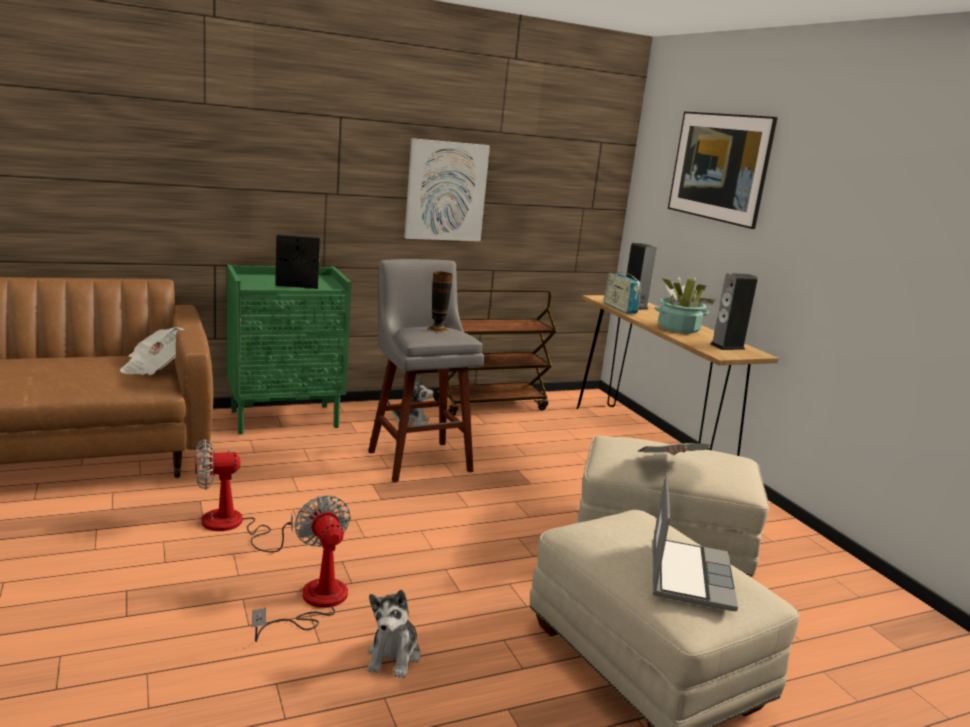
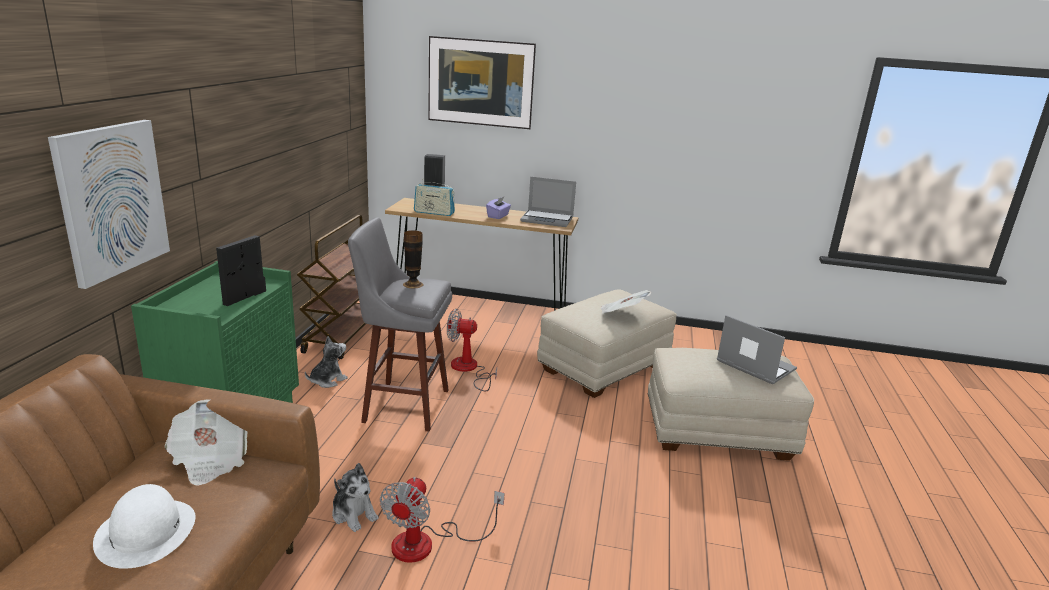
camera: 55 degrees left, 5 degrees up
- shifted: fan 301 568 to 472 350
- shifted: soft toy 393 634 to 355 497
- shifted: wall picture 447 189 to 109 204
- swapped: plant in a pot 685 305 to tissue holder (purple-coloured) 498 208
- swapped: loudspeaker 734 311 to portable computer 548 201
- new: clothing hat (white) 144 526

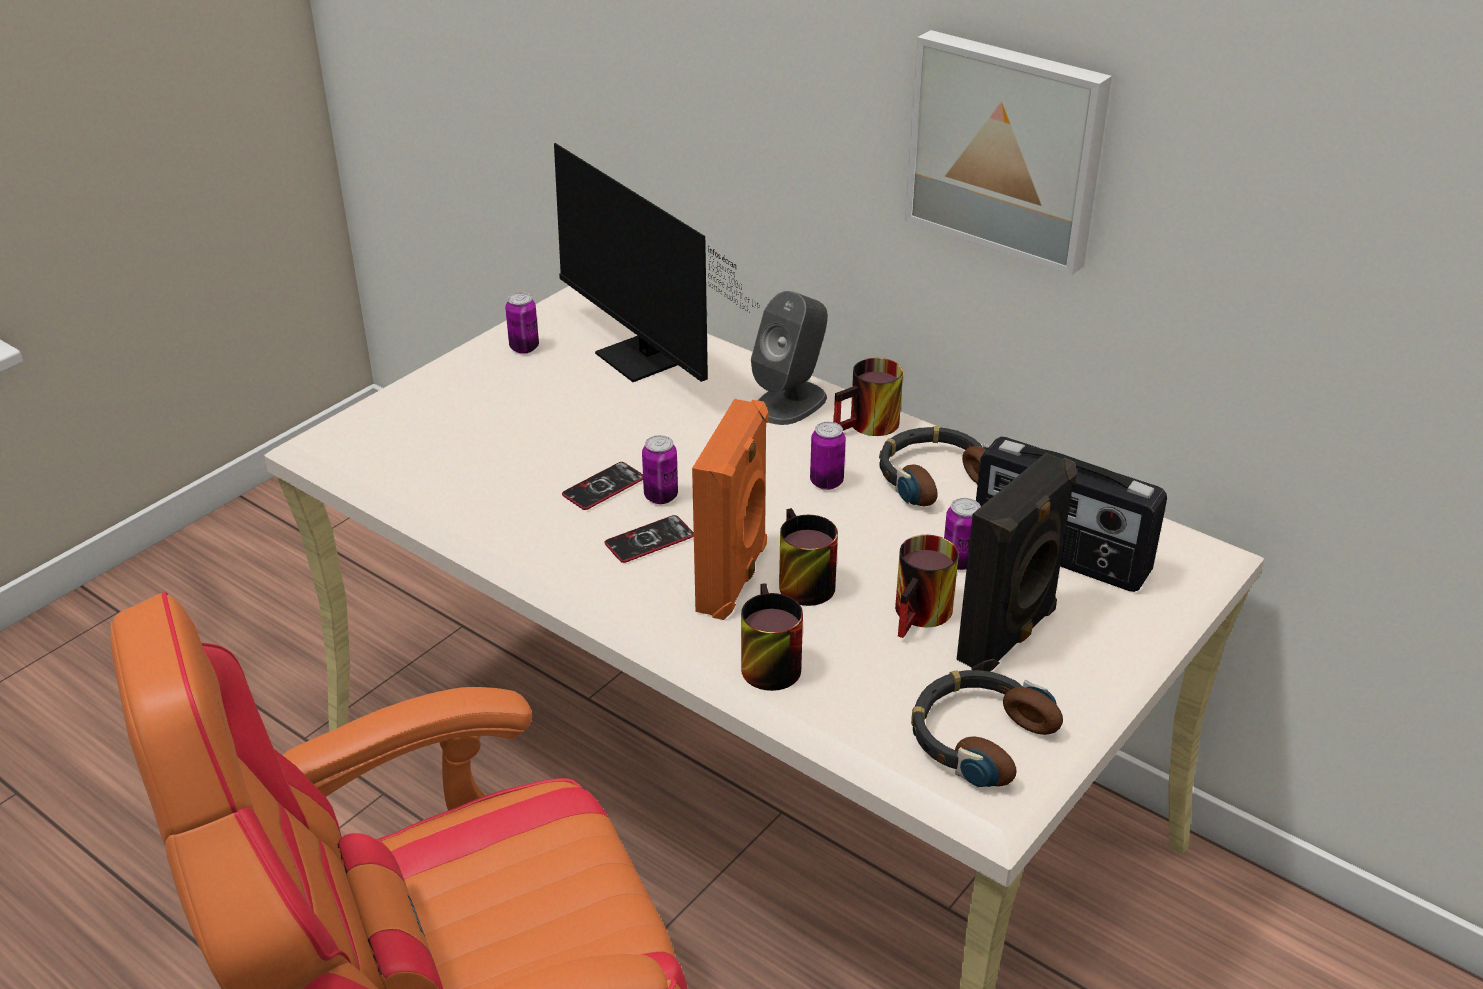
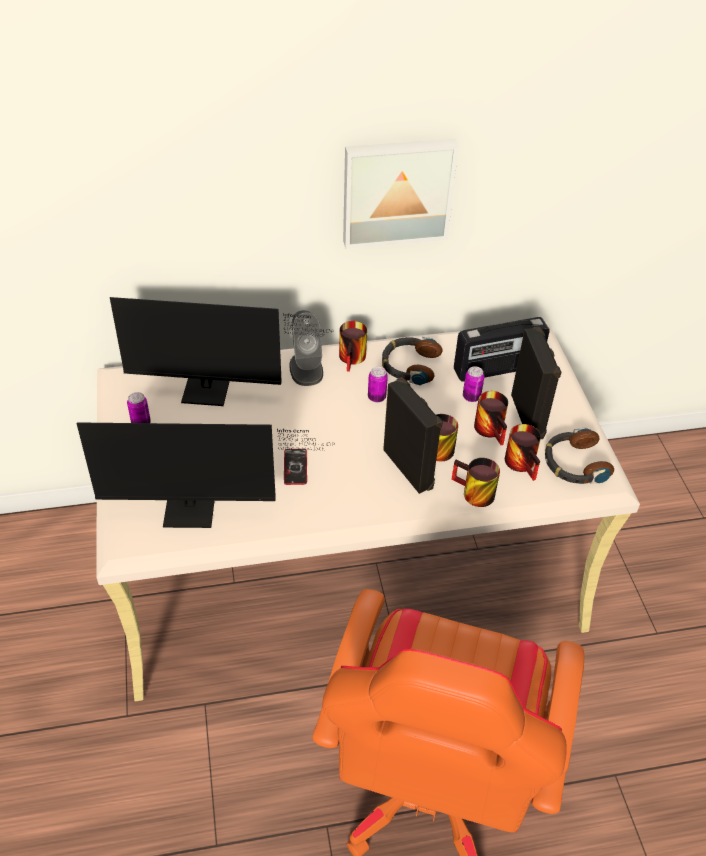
camera: 50 degrees left, 10 degrees up
- gone: phone 649 539
- gone: sealed can 660 469
- repainted: loudspeaker (orange-coloured) 730 509 to loudspeaker (black) 413 435
- new: computer display 205 475
- new: coffee mug 523 452

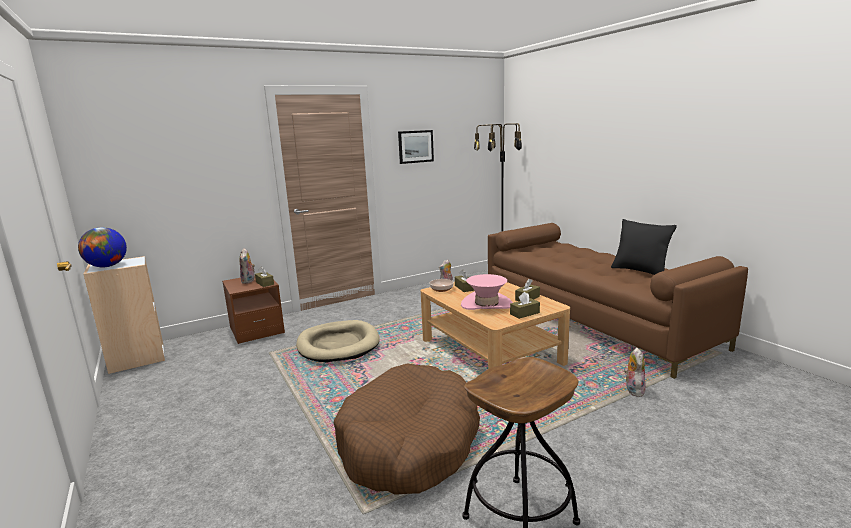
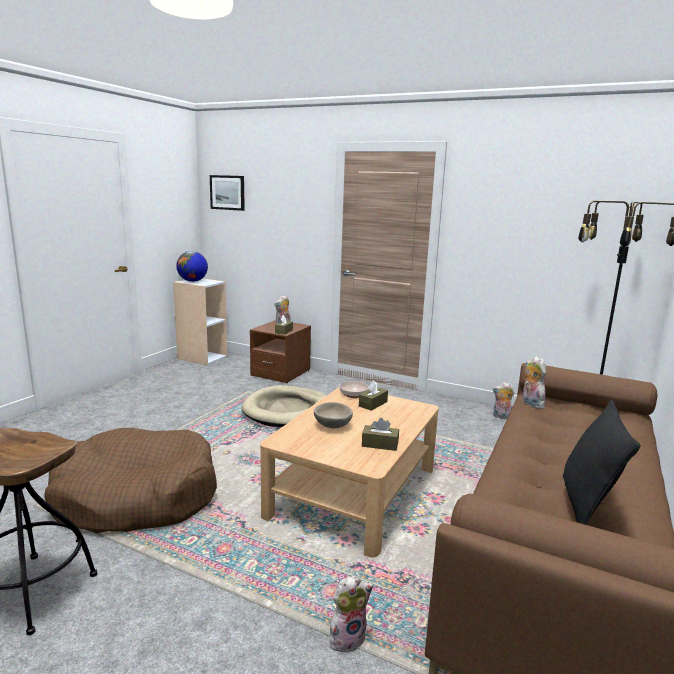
camera: 55 degrees right, 0 degrees up
- shifted: wall picture 416 147 to 227 193
- swapped: clothing hat (pink-coloured) 487 292 to bowl (beige) 333 415
- gone: tissue holder (brown-coloured) 525 305
- new: soft toy 534 382

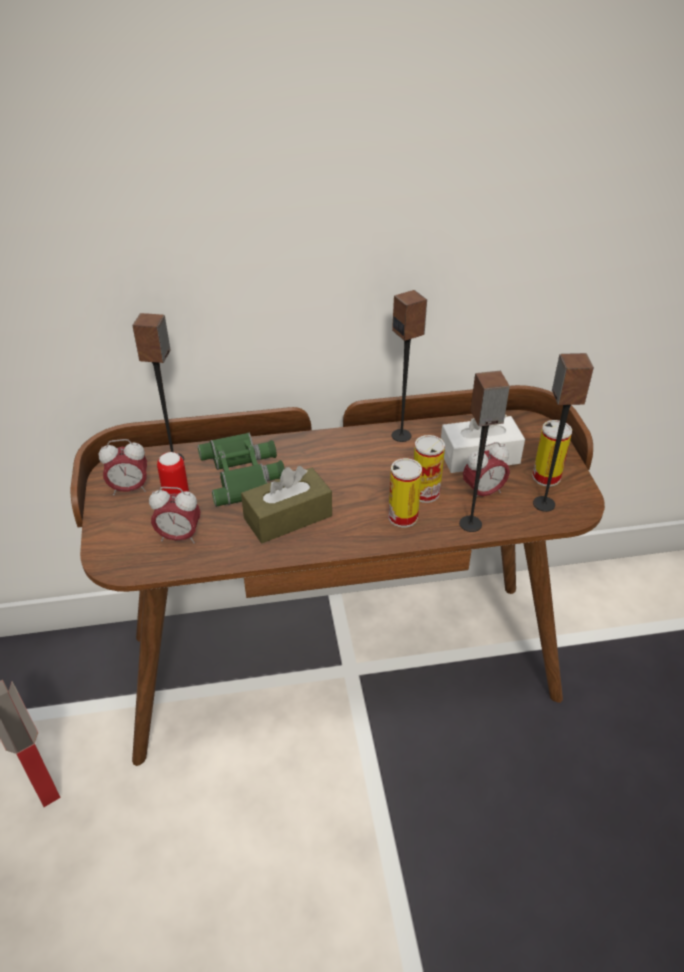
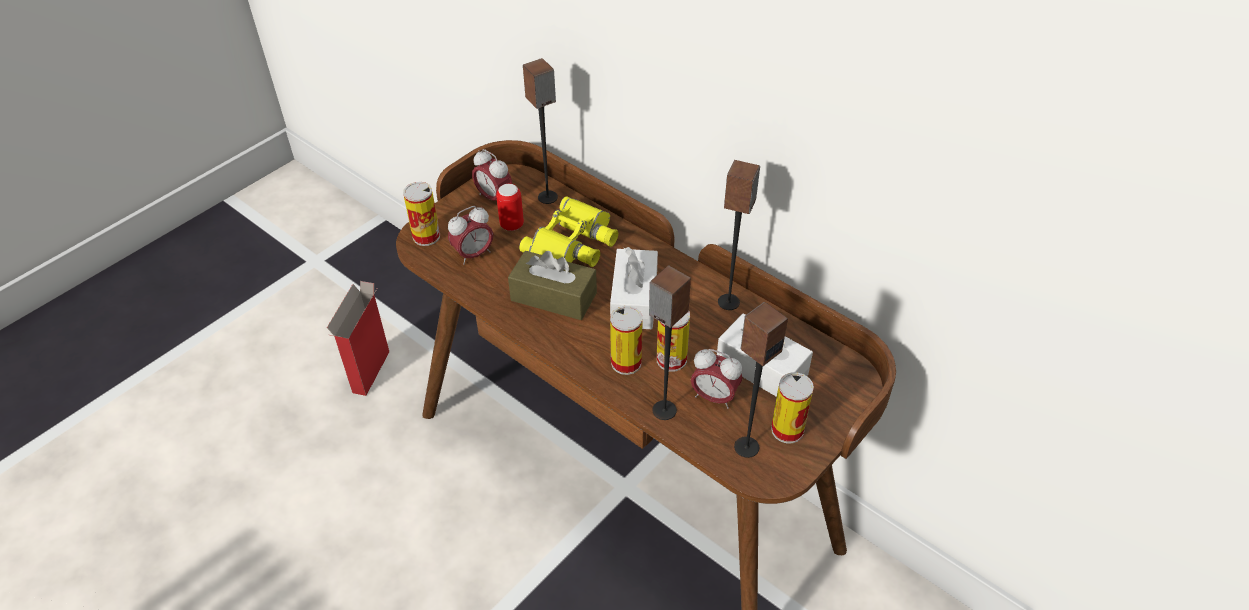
camera: 50 degrees right, 5 degrees up
- rotated: alarm clock 175 515 = 471 235 90 degrees counterclockwise
- repainted: field glasses (green) 241 470 to field glasses (yellow) 568 231
- new: sealed can 421 214
- new: tissue holder (white) 634 288

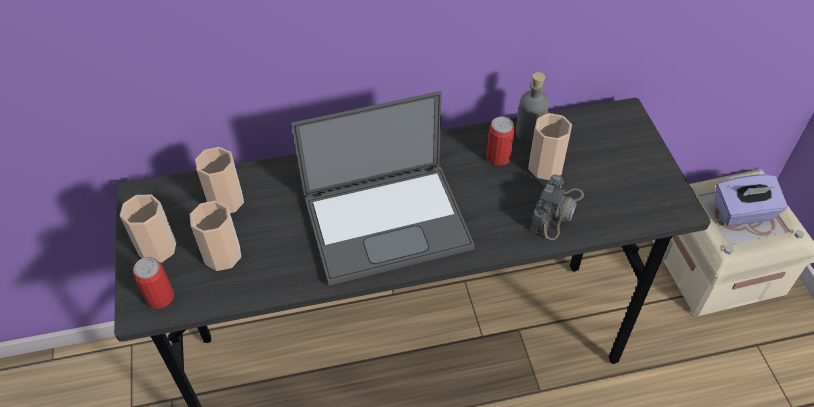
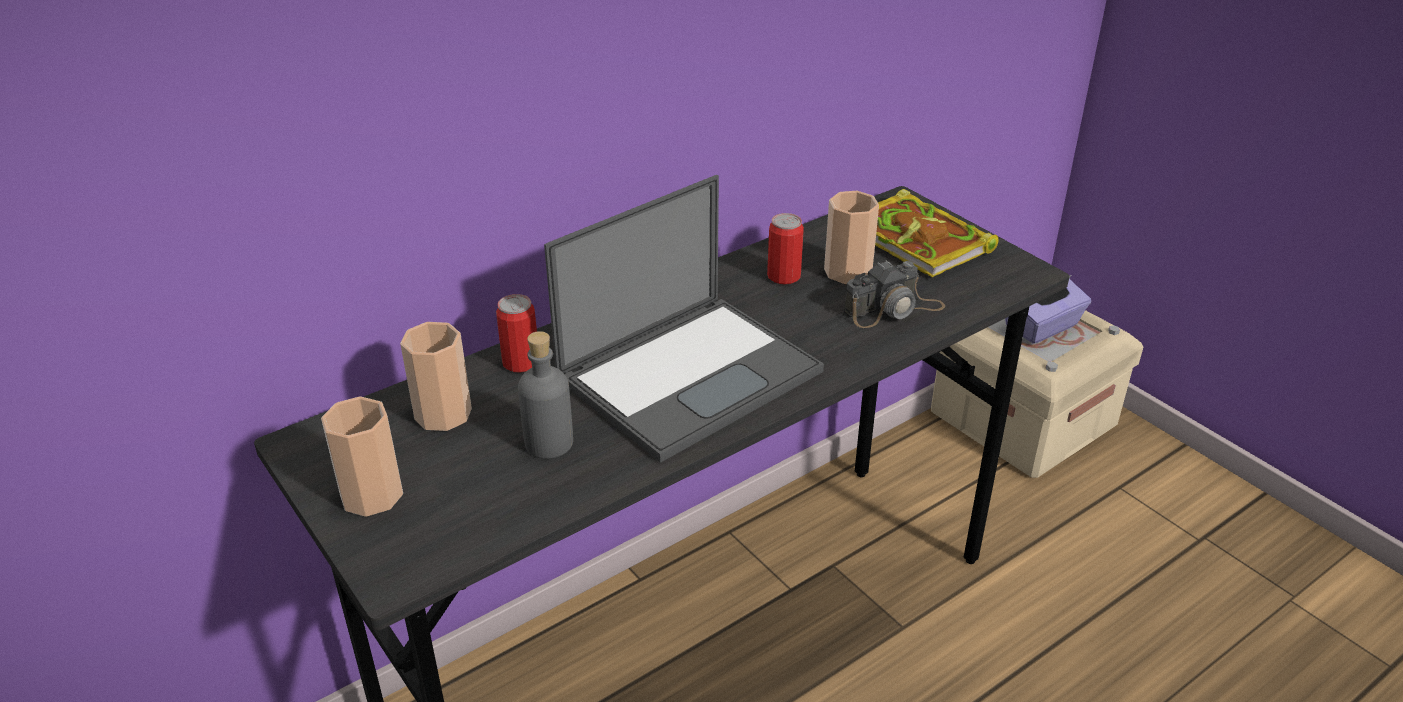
camera: 25 degrees left, 15 degrees down
- shifted: sealed can 153 283 to 516 333
- gone: cup 215 236
- shifted: beverage bottle (greyish) 533 107 to 545 395
- rotated: photo camera 557 207 = 894 294 60 degrees clockwise
- new: volume 937 233

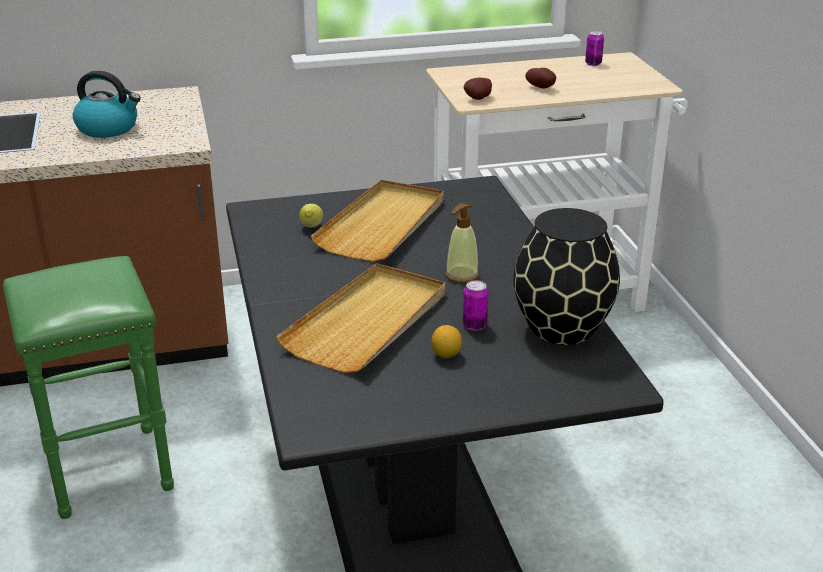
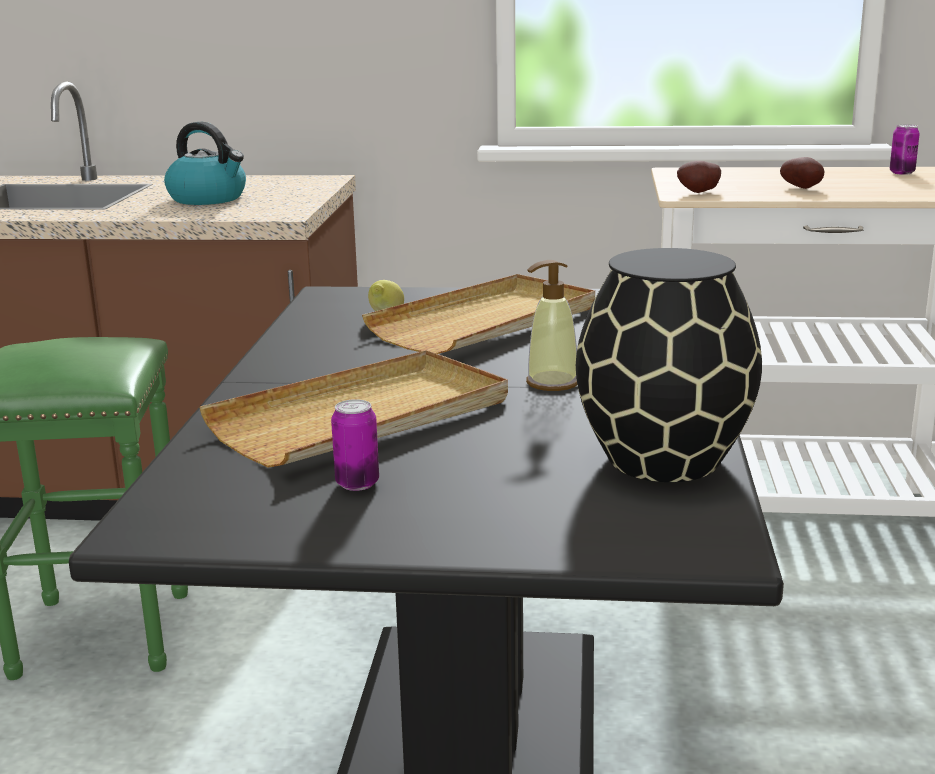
camera: 20 degrees right, 10 degrees down
- gone: citrus fruit 446 341
- shifted: sealed can 476 305 to 355 445

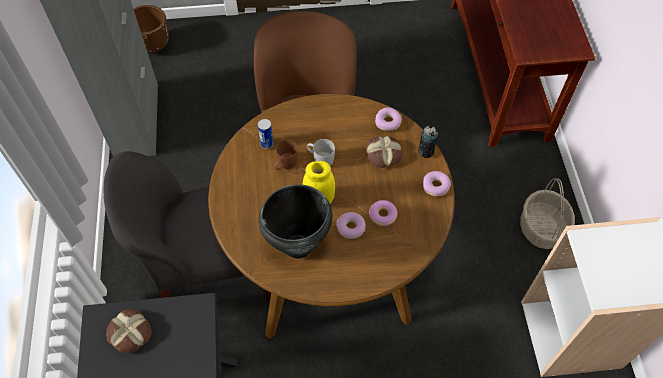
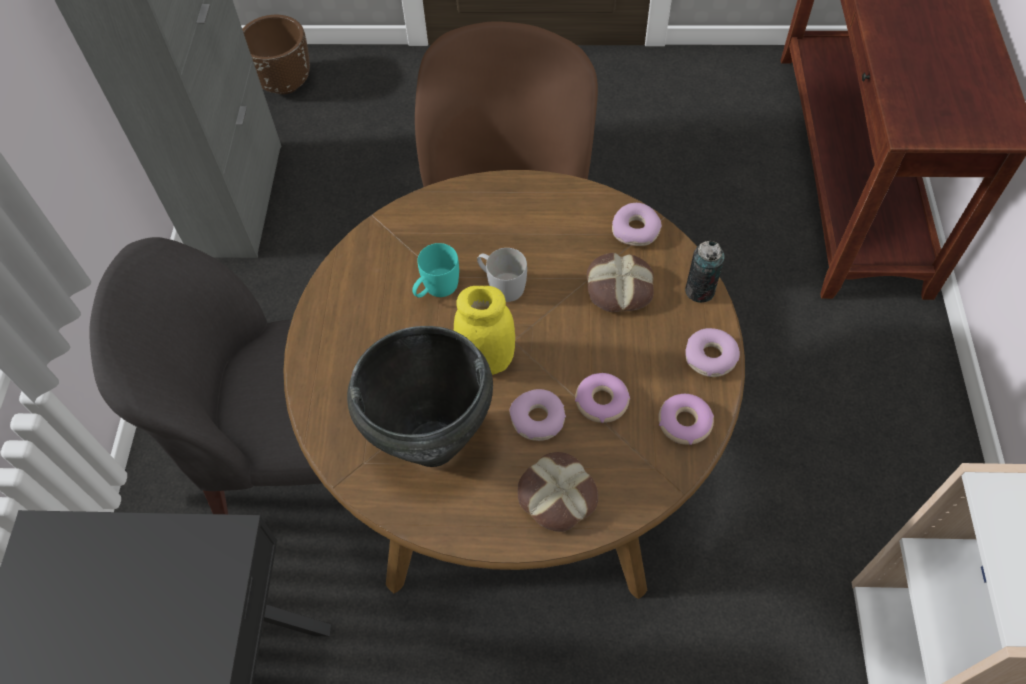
camera: 10 degrees right, 0 degrees up
- shifted: bakery bread 128 331 to 558 492
- gone: sealed can 265 134
- repainted: coffee mug (brown-coloured) 286 155 to coffee mug (turquoise-coloured) 435 270
- gone: storage basket 547 213
- new: donut 686 419

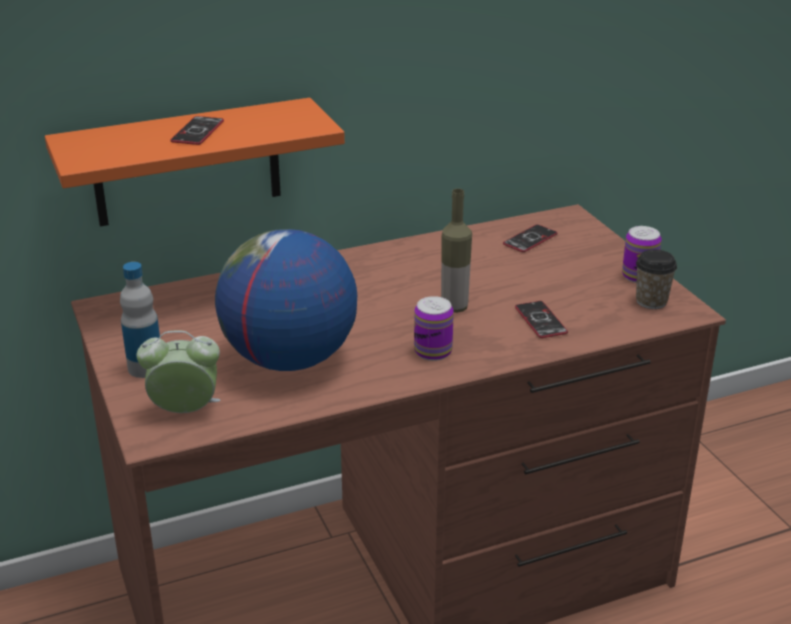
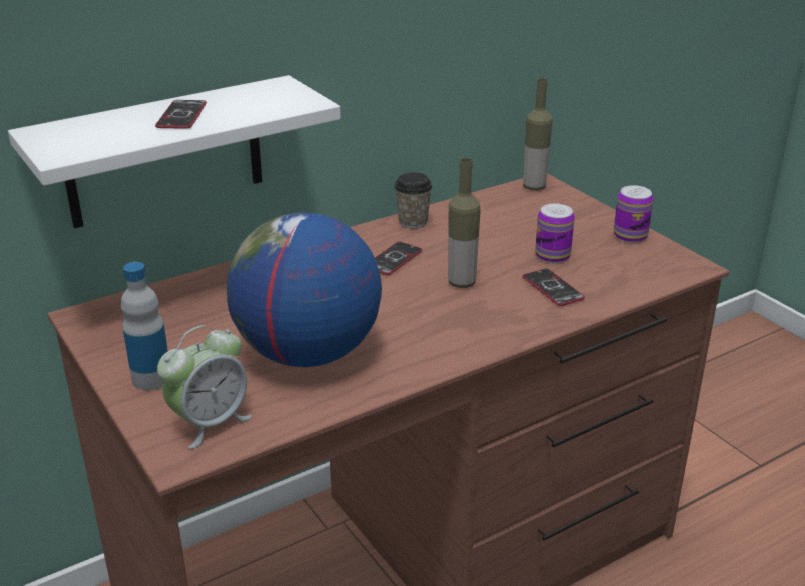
camera: 10 degrees left, 0 degrees up
- repainted: wall shelf (orange-coloured) 195 162 to wall shelf (white) 174 152
- rotated: alarm clock 178 372 = 204 387 150 degrees clockwise
- shifted: sealed can 434 328 to 555 233
- shifted: phone 530 238 to 398 258
- shifted: cup 656 279 to 413 201
- new: beverage bottle 537 134

